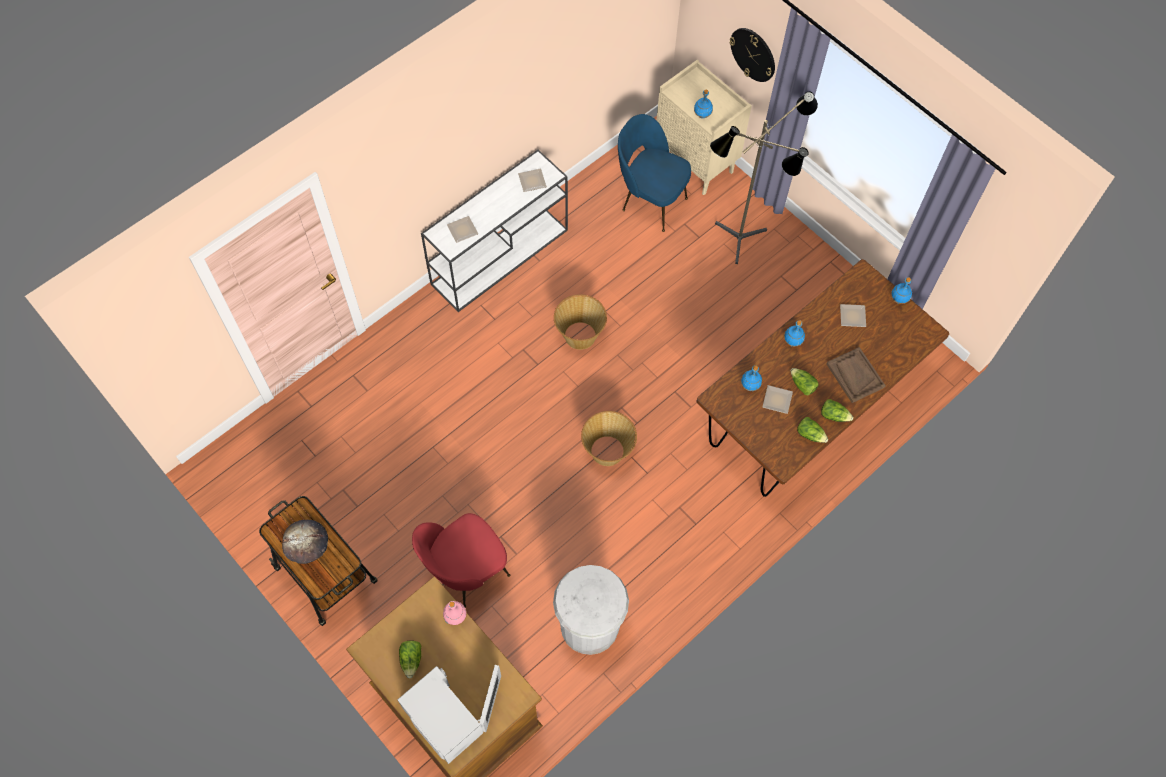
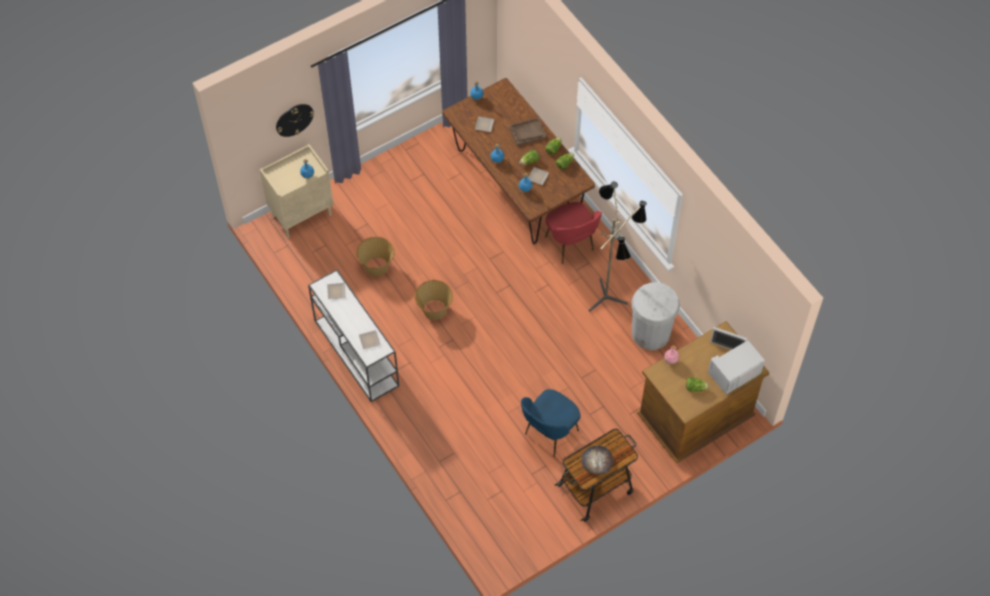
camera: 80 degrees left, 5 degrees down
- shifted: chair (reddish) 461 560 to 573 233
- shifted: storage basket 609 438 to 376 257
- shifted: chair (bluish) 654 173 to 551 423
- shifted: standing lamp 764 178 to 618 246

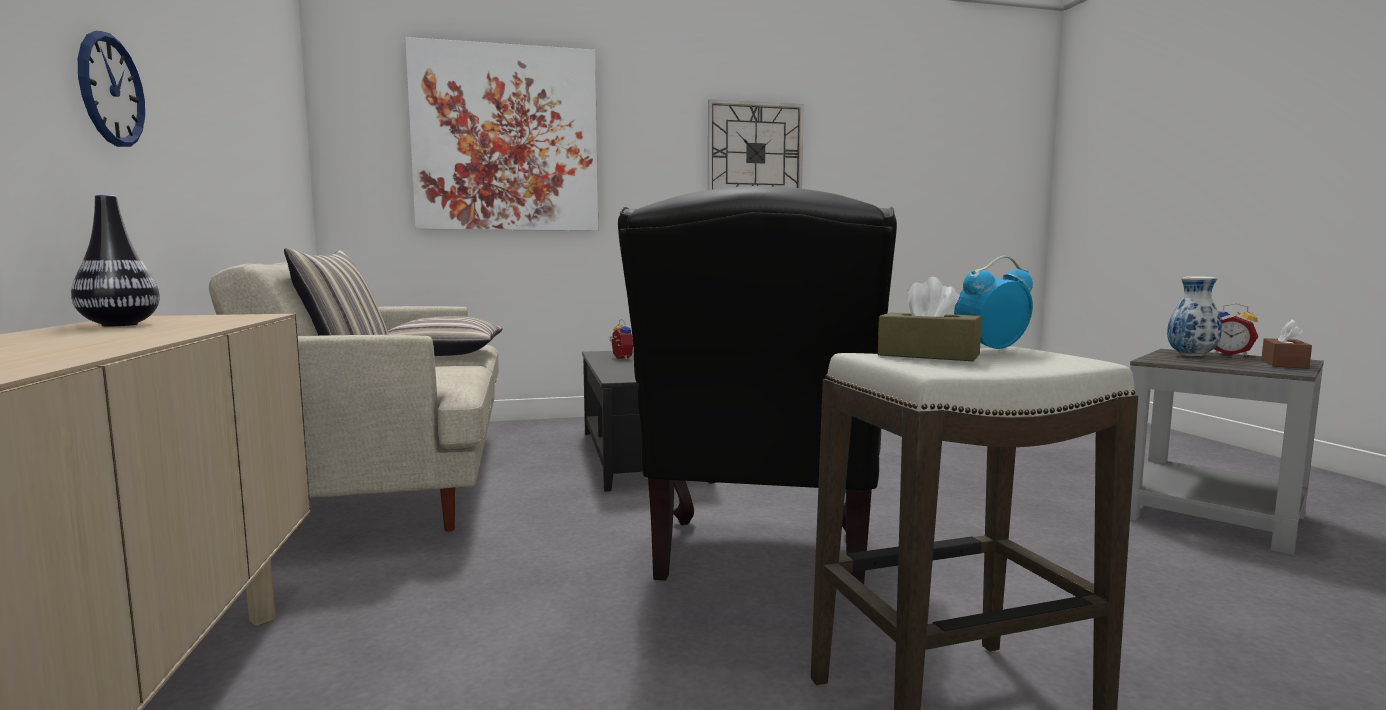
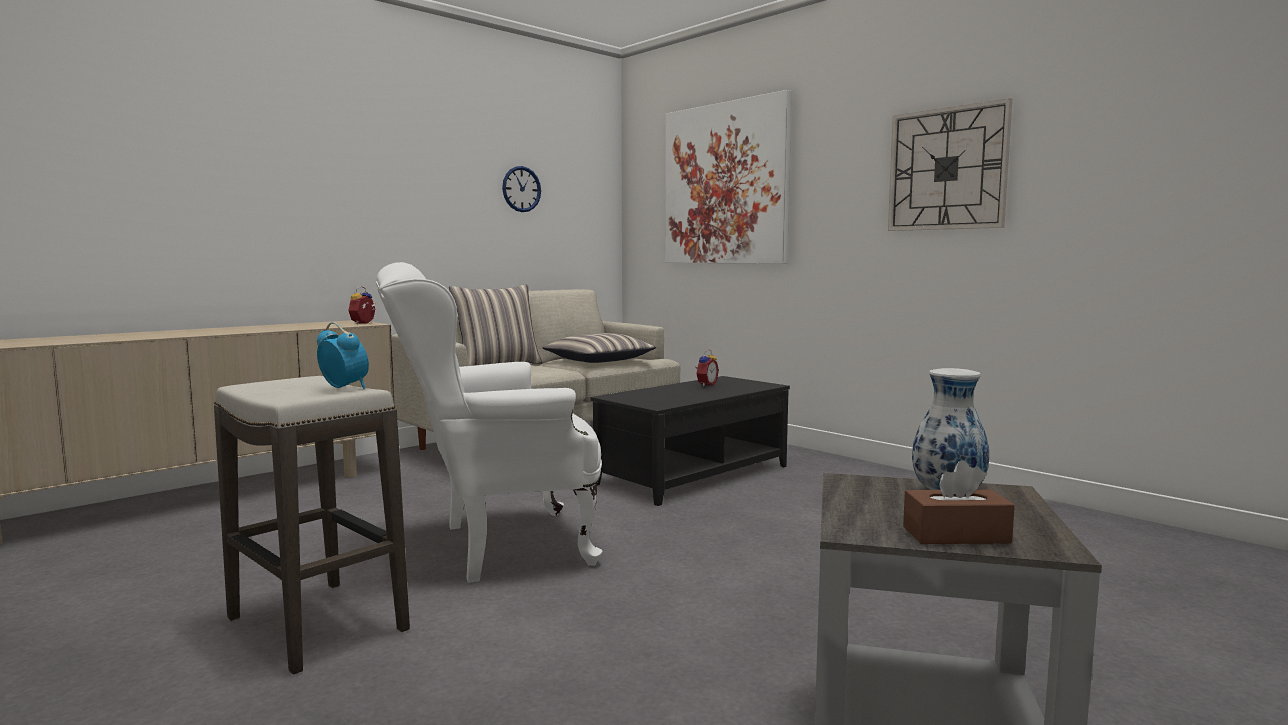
camera: 60 degrees right, 0 degrees up
- gone: vase 115 260
- shifted: wall clock 111 89 to 521 189
- repainted: easy chair (black) 757 385 to easy chair (white) 489 422
- gone: tissue holder (brown-coloured) 930 319
- shifted: alarm clock 1236 329 to 362 305

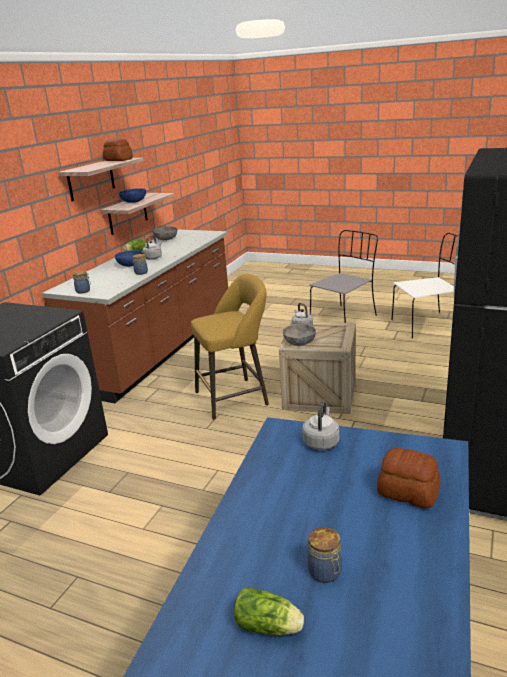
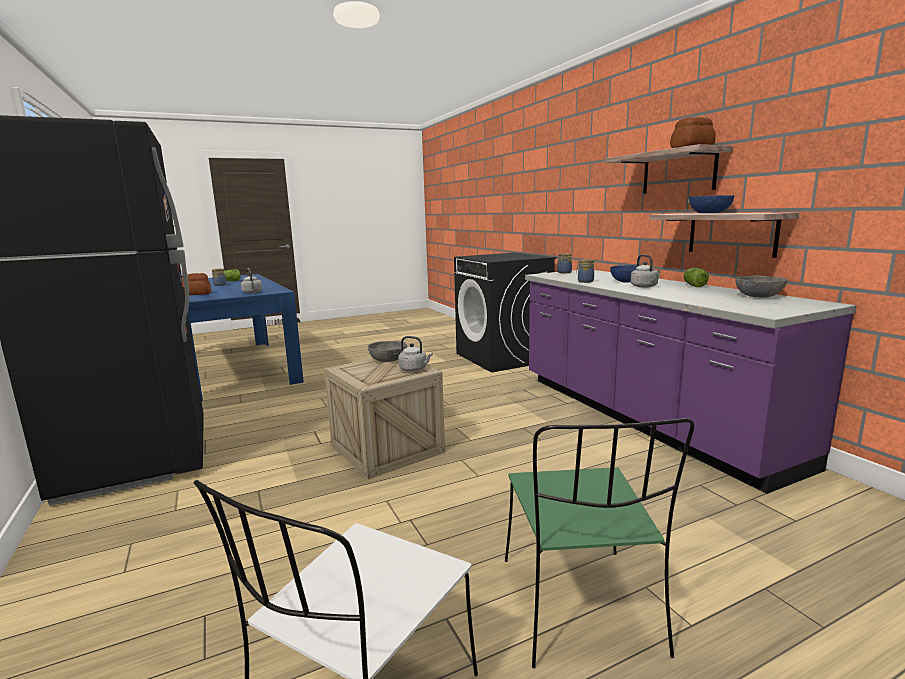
camera: 130 degrees right, 10 degrees down
- repainted: counter (brown-coloured) 135 316 to counter (purple-coloured) 691 382
- gone: sitting stool (yellow) 230 347
- repainted: chair (greyish) 343 276 to chair (green) 600 543

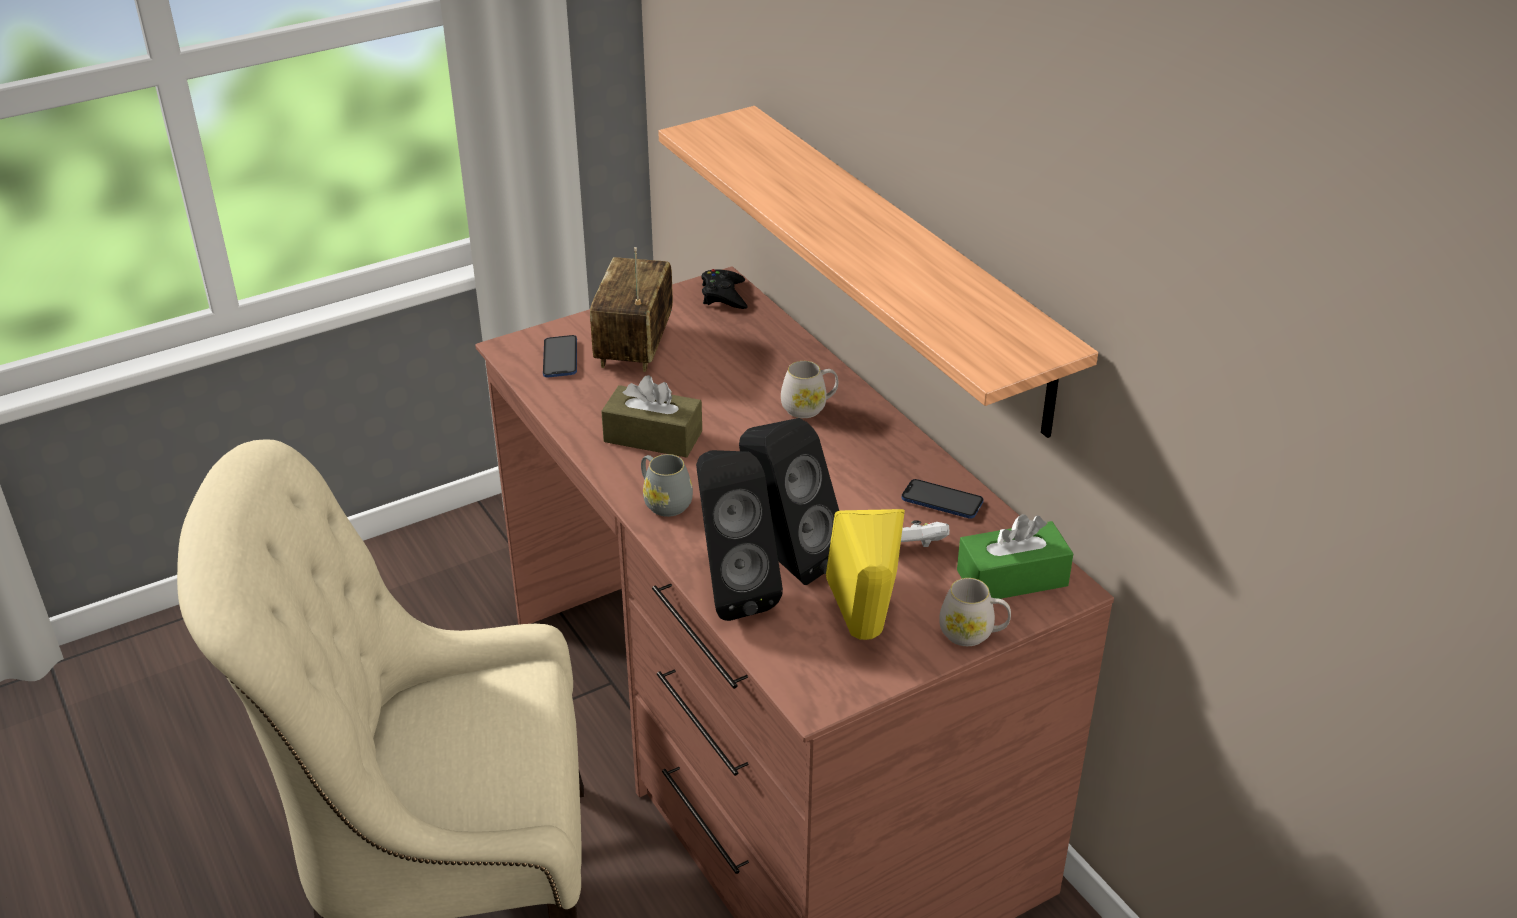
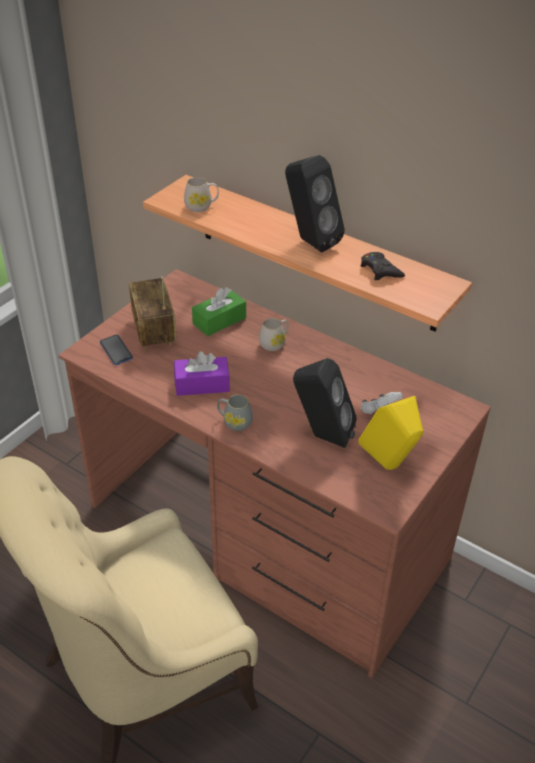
camera: 25 degrees left, 5 degrees up
- repainted: tissue holder (brown-coloured) 651 416 to tissue holder (purple-coloured) 202 373
- shifted: loudspeaker (black) 739 535 to 315 203
- shifted: game controller (black) 724 289 to 383 266
- gone: phone 942 499
- shifted: coffee mug (white) 975 612 to 201 194
- shifted: tissue holder (green) 1015 556 to 219 311

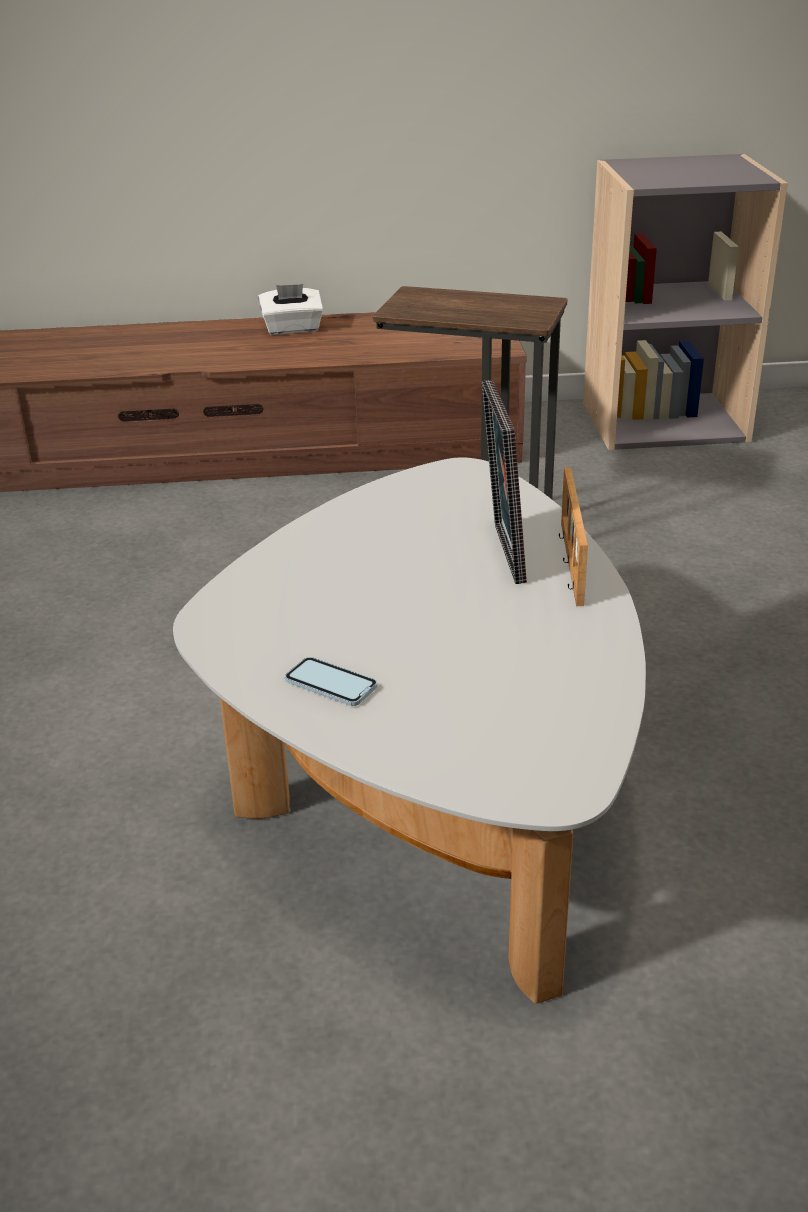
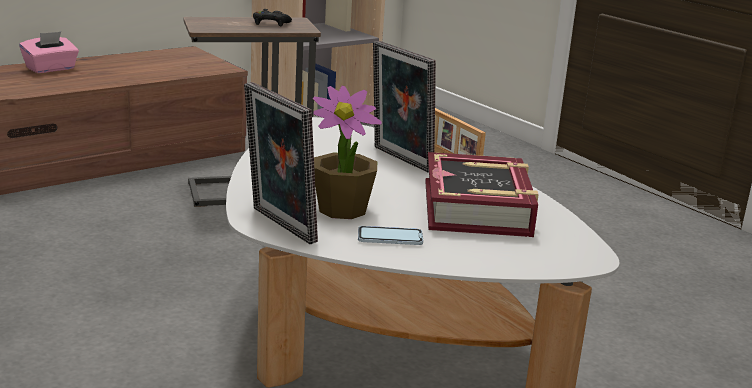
camera: 35 degrees left, 10 degrees down
- repainted: tissue holder (white) 290 309 to tissue holder (pink-coloured) 49 52
- new: picture frame 281 163
- new: game controller (black) 272 17
- new: plant in a pot 347 152
- new: volume 482 194

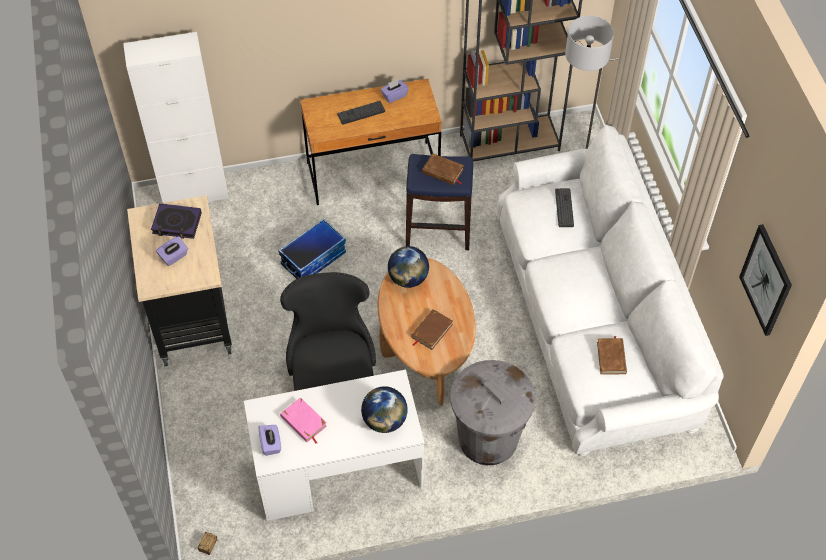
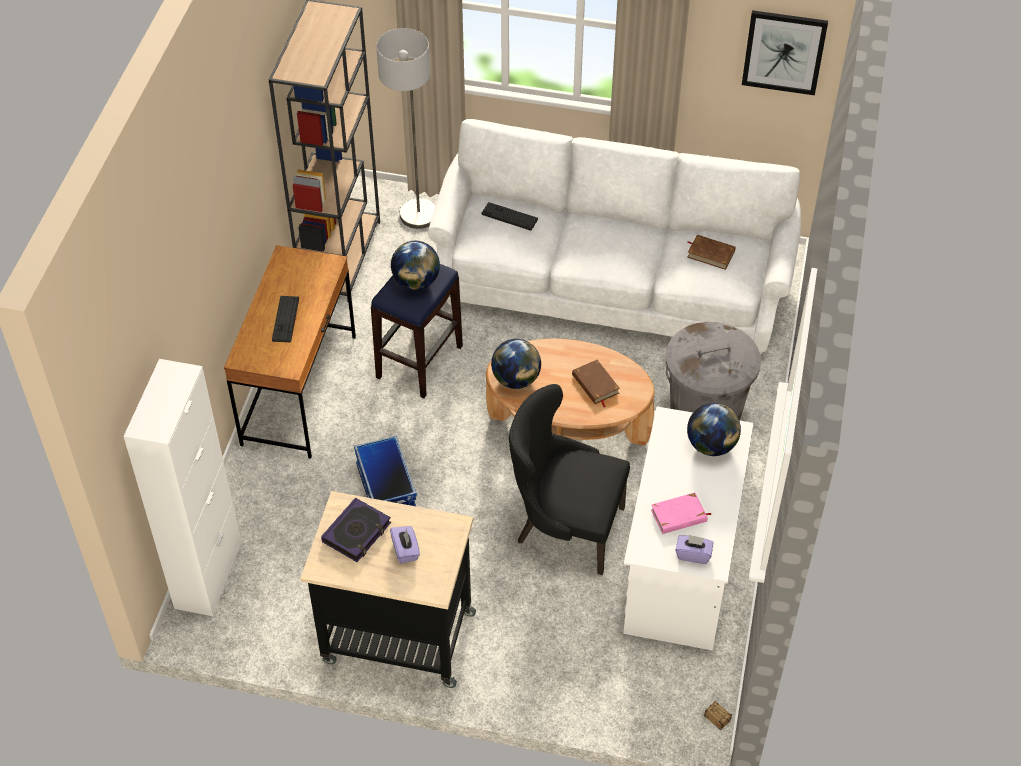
camera: 65 degrees left, 5 degrees down
- gone: tissue holder (purple-coloured) 394 91
- swapped: volume (brown-coloured) 443 169 to world globe 415 265

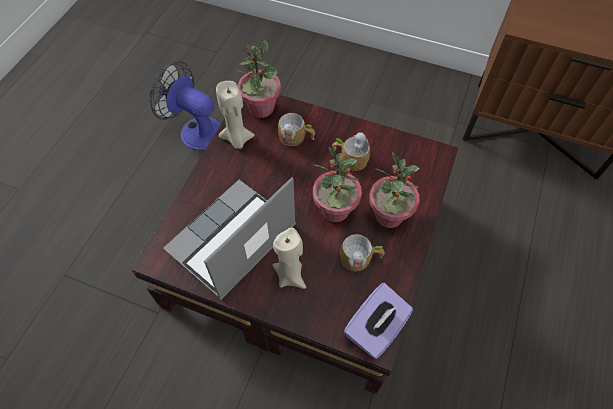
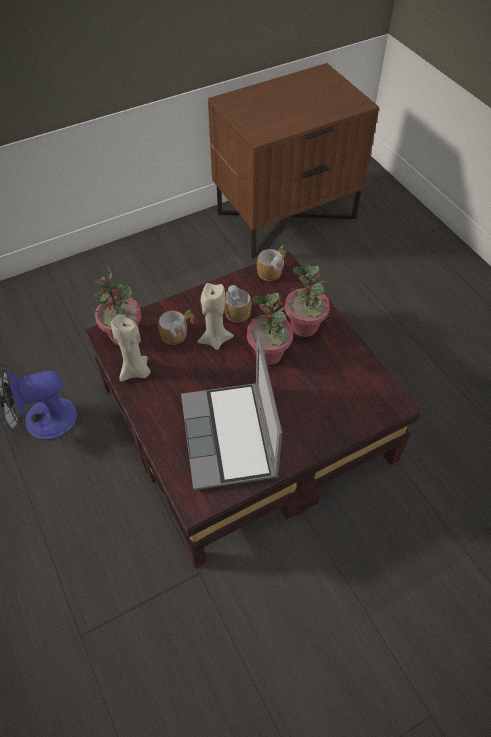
camera: 50 degrees left, 5 degrees down
- shifted: wax candle (beige) 289 258 to 215 316
- shifted: coffee mug 362 253 to 271 263
- gone: tissue holder (purple-coloured) 378 321

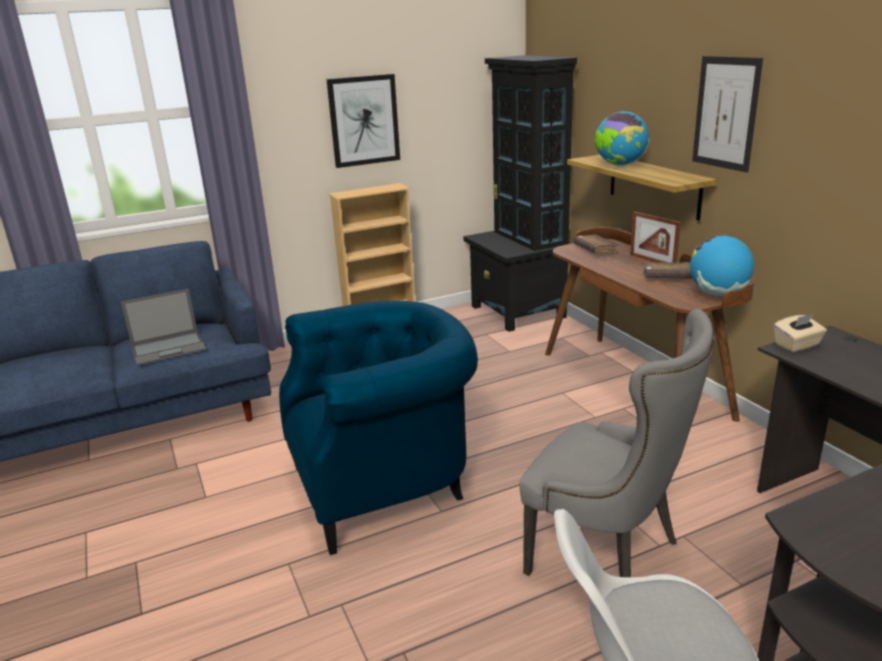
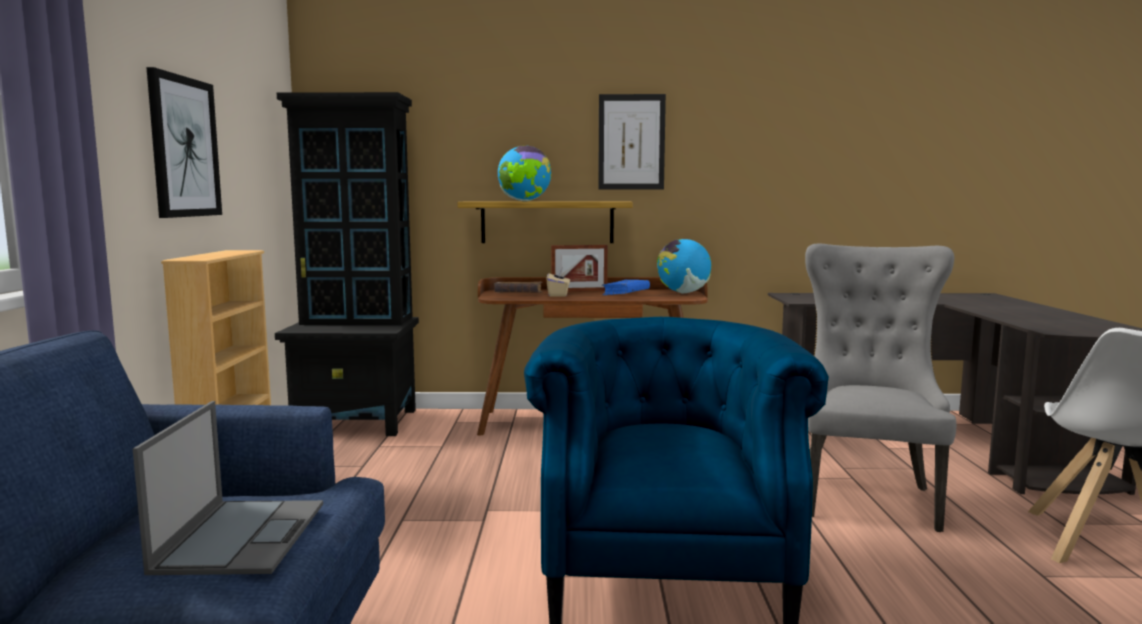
camera: 65 degrees left, 15 degrees down
- rotated: chair (greyish) 616 443 = 880 388 45 degrees counterclockwise
- repainted: volume (brown-coloured) 667 270 to volume (bluish) 626 287
- shifted: tissue holder (beige) 800 333 to 558 282

